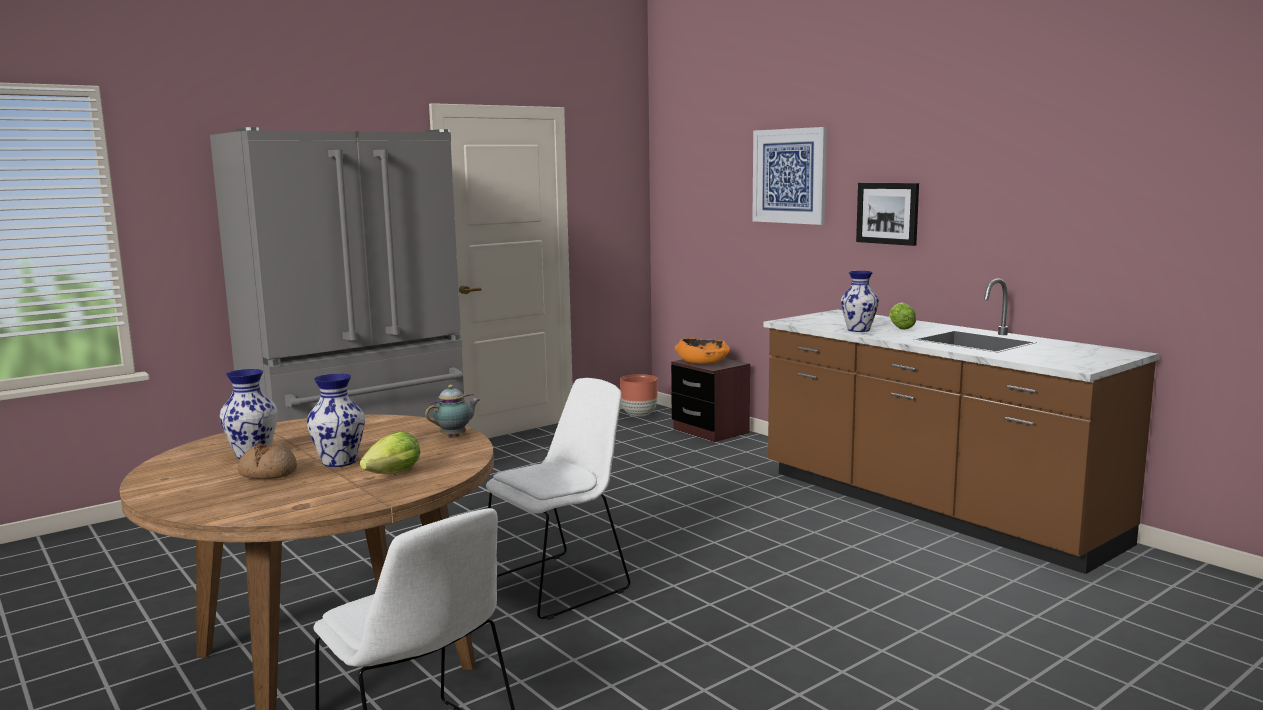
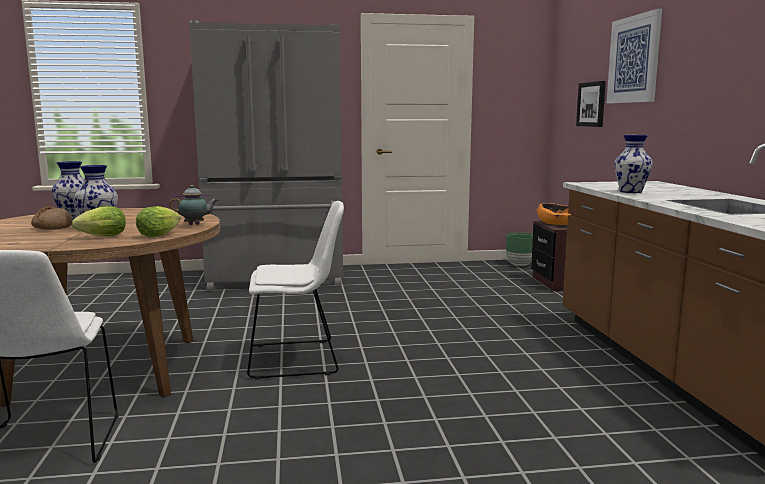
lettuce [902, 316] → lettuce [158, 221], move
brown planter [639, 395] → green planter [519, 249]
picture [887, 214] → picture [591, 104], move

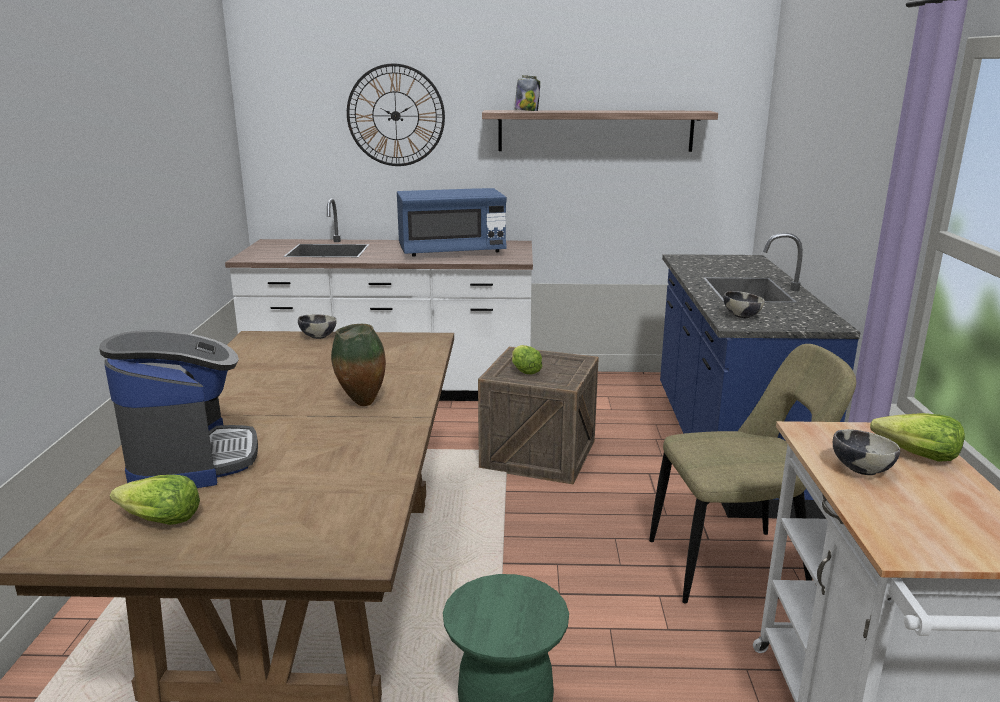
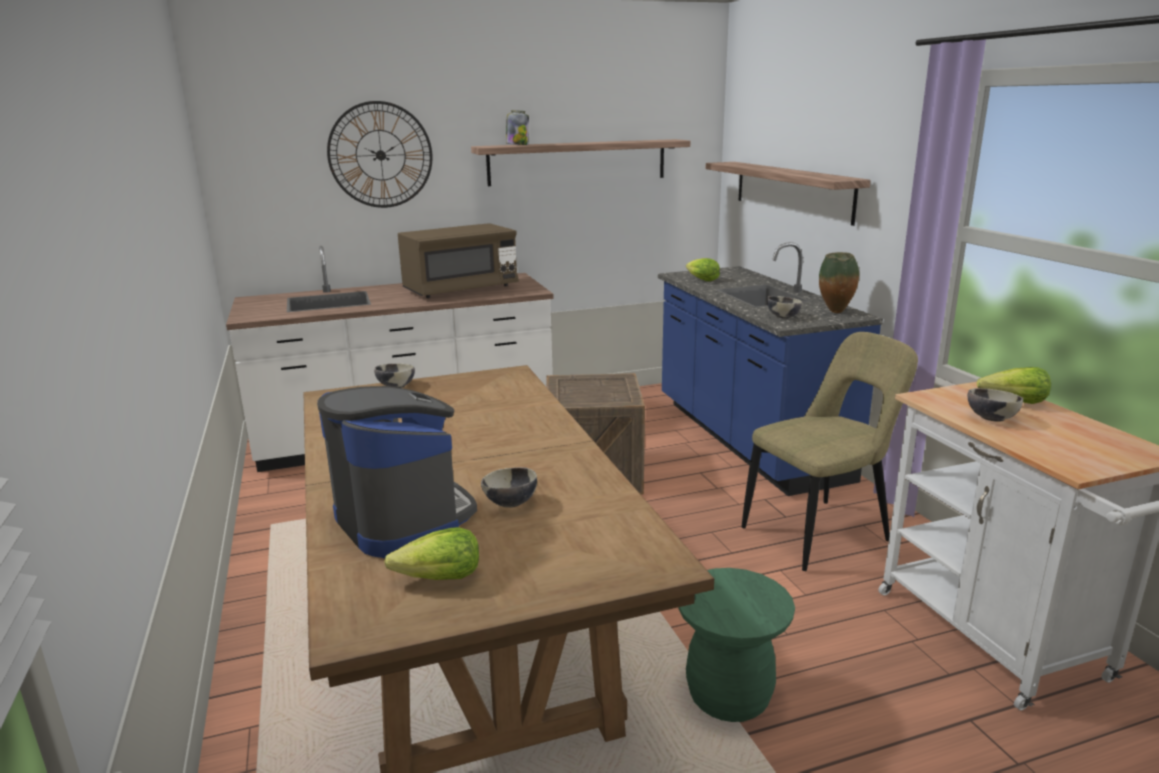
blue microwave [452, 222] → brown microwave [458, 260]
- → bowl [509, 487]
lettuce [527, 359] → lettuce [703, 269], move
- → shelf [788, 194]
vase [358, 365] → vase [839, 282], move

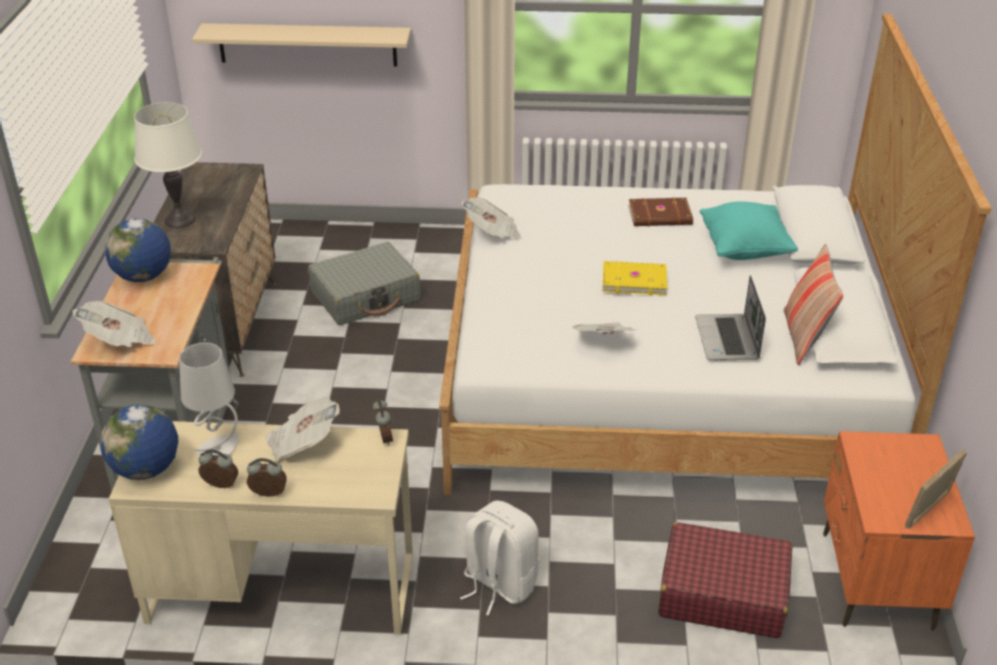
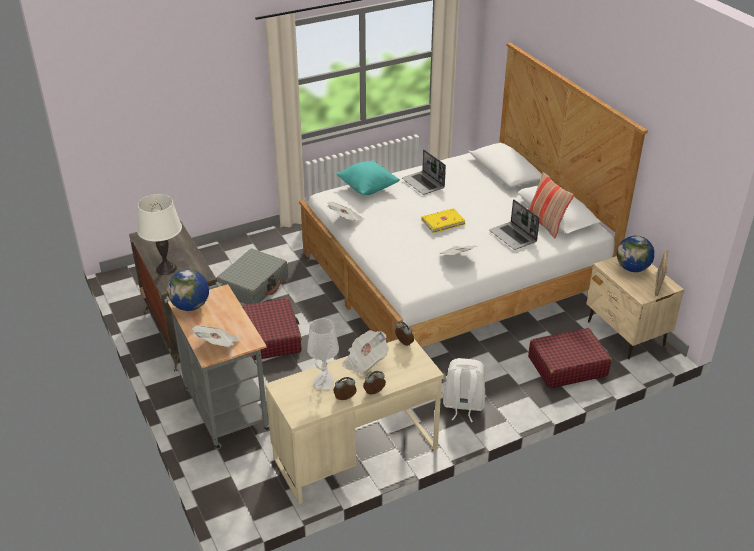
- → red suitcase [272, 329]
turquoise pillow [749, 230] → turquoise pillow [368, 177], move
brown book [660, 212] → laptop [424, 172]
orange nightstand [899, 530] → beige nightstand [635, 307]
globe [139, 442] → globe [635, 254], move
beige shelf [301, 44] → -

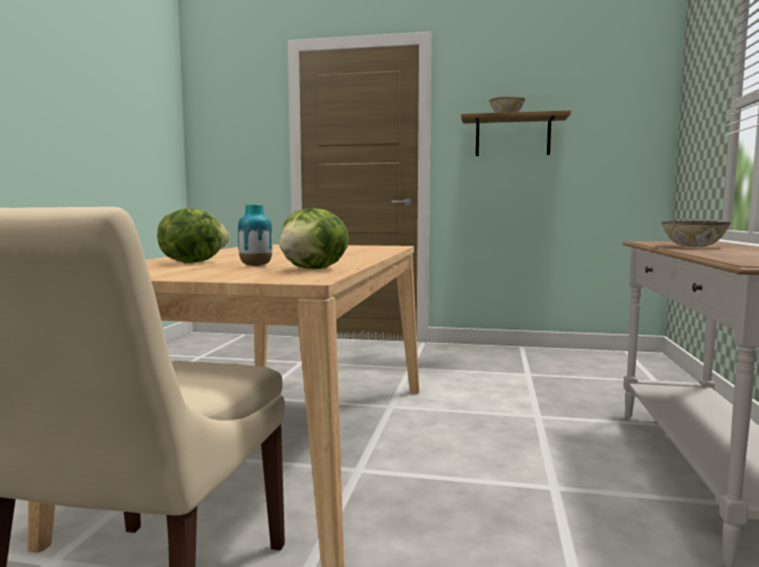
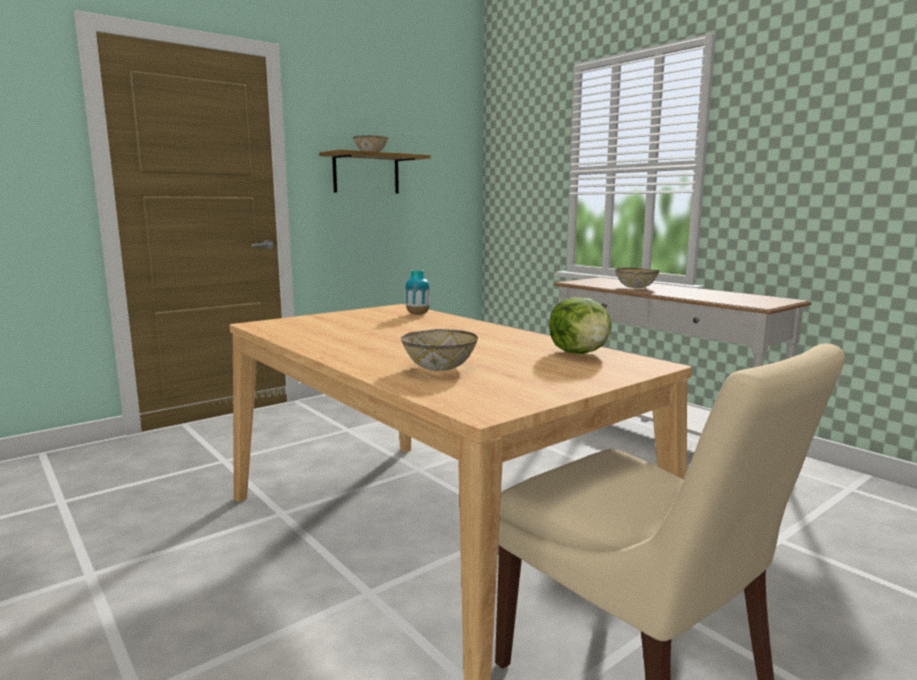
lettuce [193, 235] → bowl [439, 350]
vase [255, 235] → vase [417, 292], move

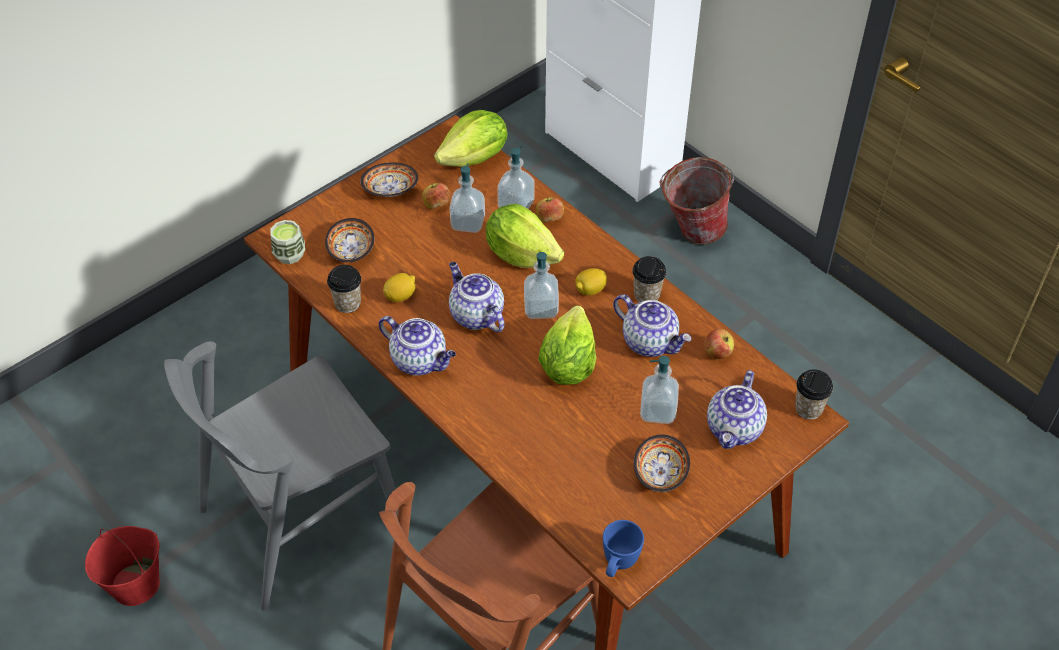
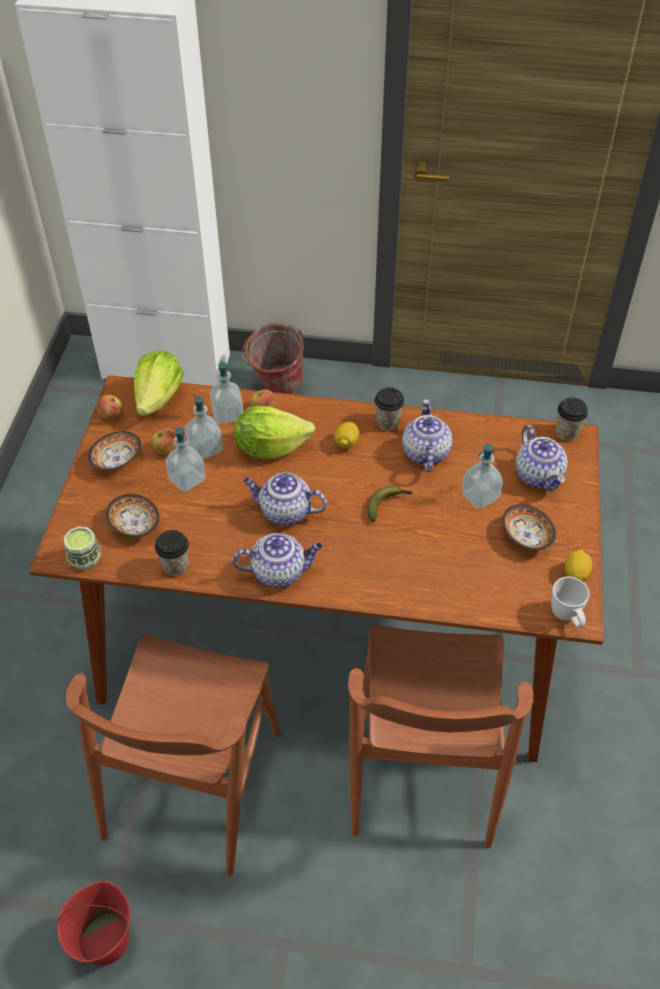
grey chair [281, 476] → brown chair [173, 755]
apple [719, 344] → apple [110, 407], move
soap dispenser [541, 285] → soap dispenser [185, 459], move
lettuce [567, 345] → banana [389, 503]
teapot [652, 325] → teapot [427, 435], 90 degrees counterclockwise
blue mug [623, 548] → white mug [570, 602]
lemon [399, 287] → lemon [578, 565], move

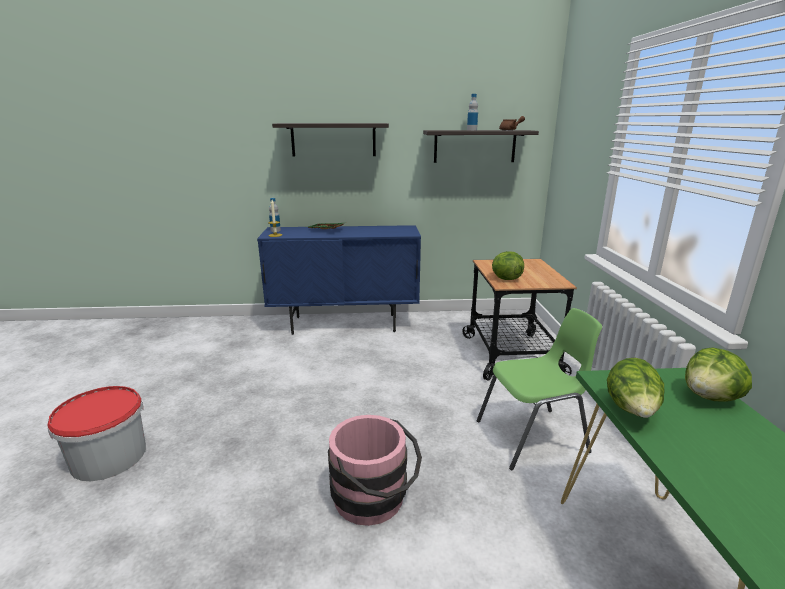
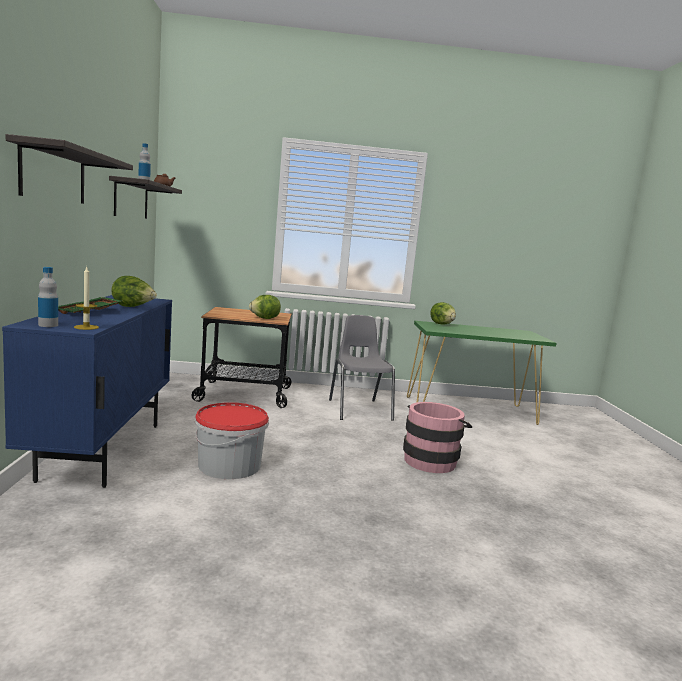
lettuce [635, 388] → lettuce [134, 291], move
bucket [96, 433] → bucket [232, 440], move
green chair [539, 389] → grey chair [362, 368]

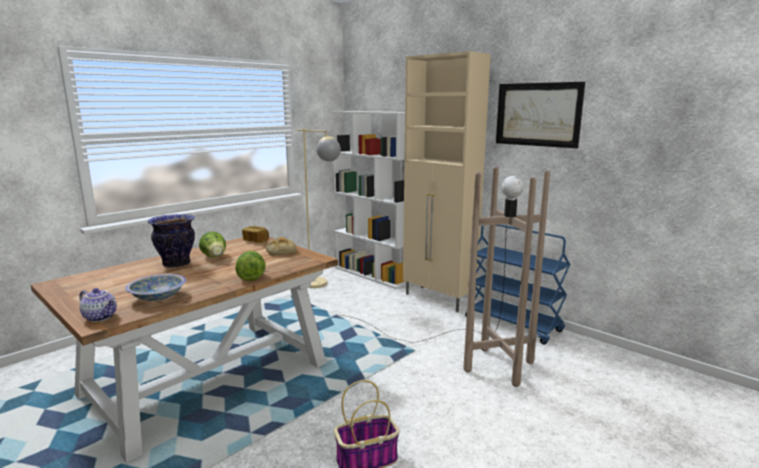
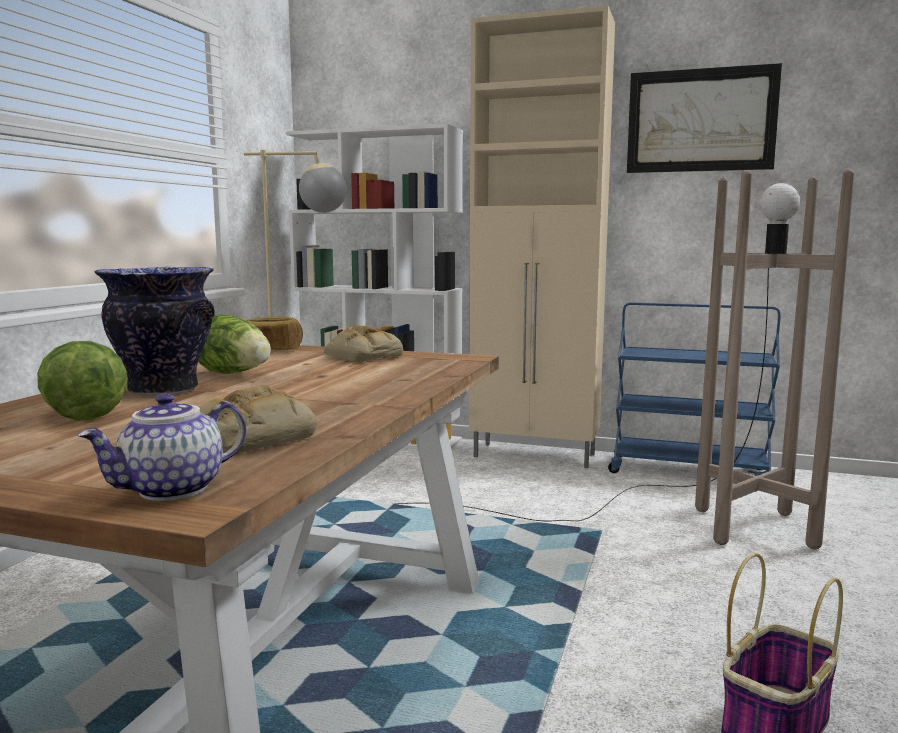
lettuce [250, 266] → lettuce [82, 381], move
teapot [98, 305] → teapot [161, 447], 135 degrees clockwise
bowl [155, 287] → bread [258, 419]

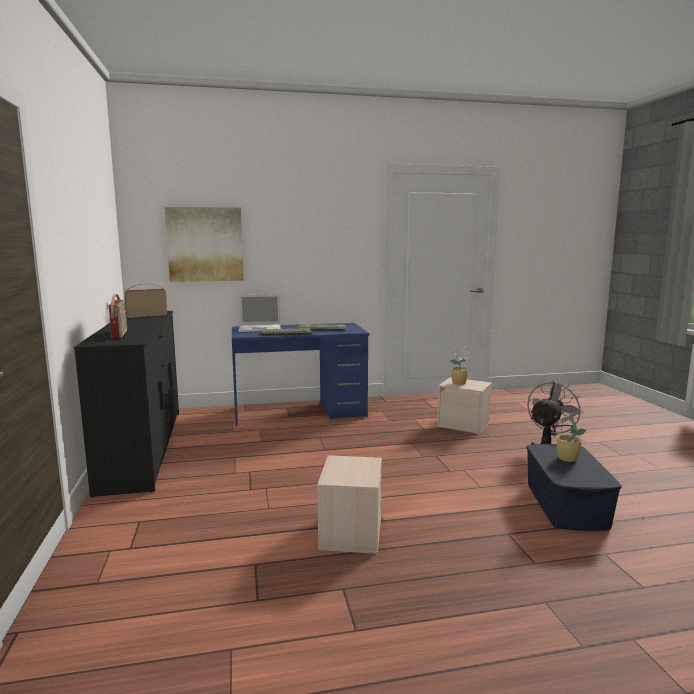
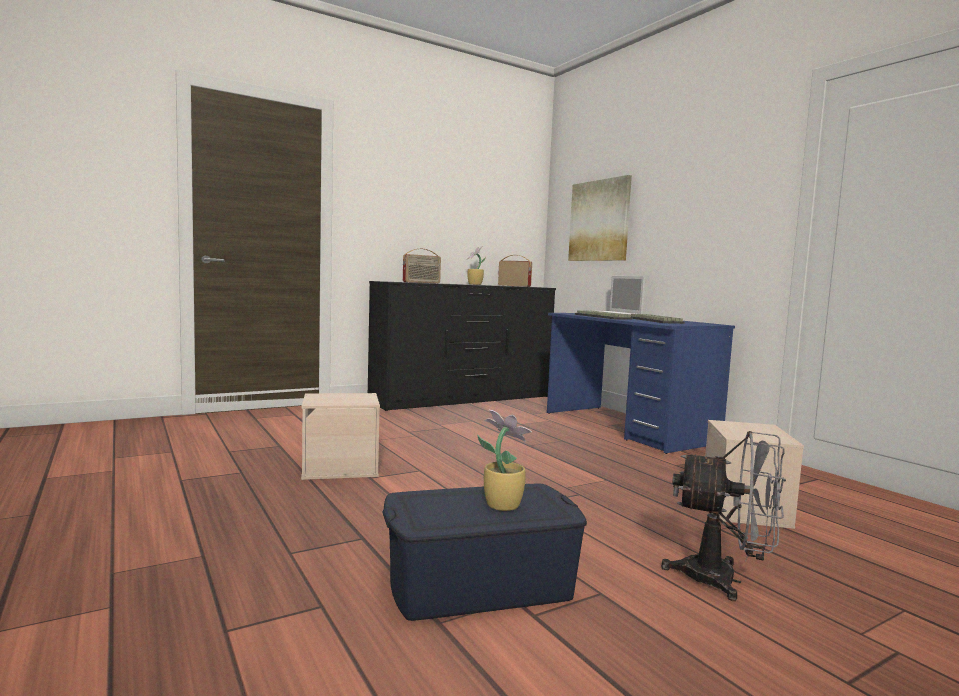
potted plant [460, 365] → potted plant [476, 265], move

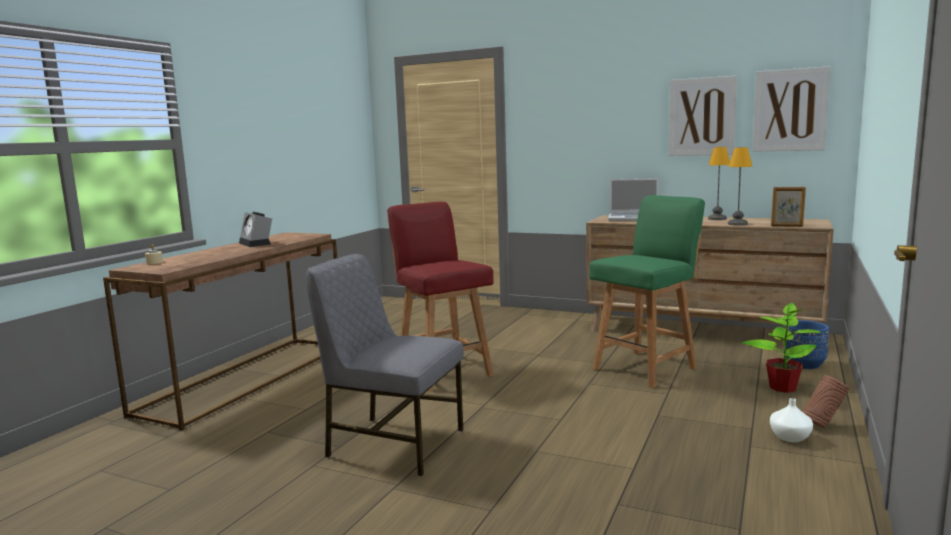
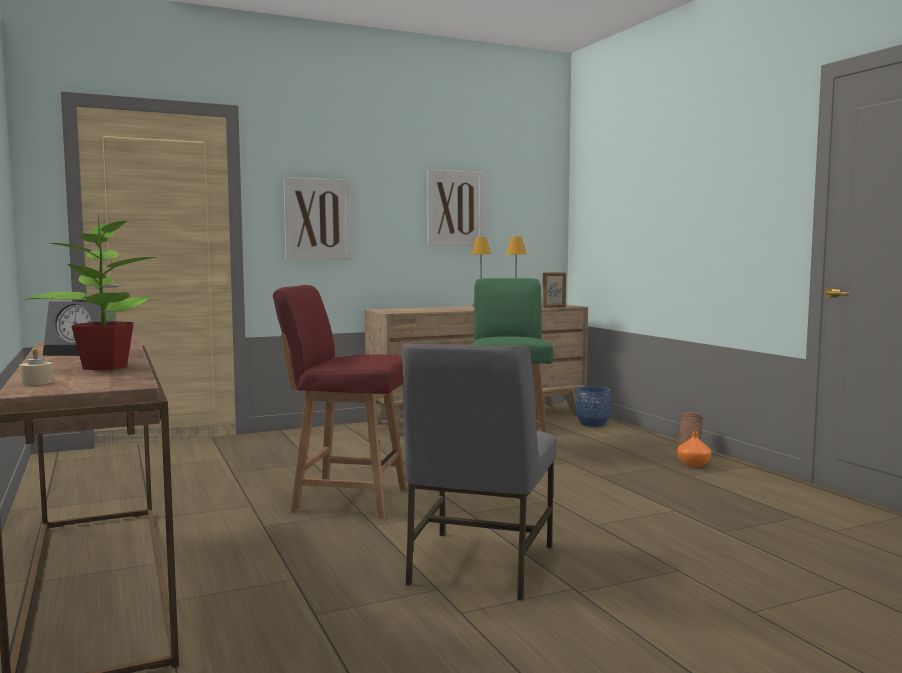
potted plant [781, 347] → potted plant [89, 292], move
picture [791, 109] → picture [317, 218], move
grey chair [385, 365] → grey chair [479, 471], 45 degrees counterclockwise
white vase [791, 420] → orange vase [694, 449]
laptop [633, 199] → -

